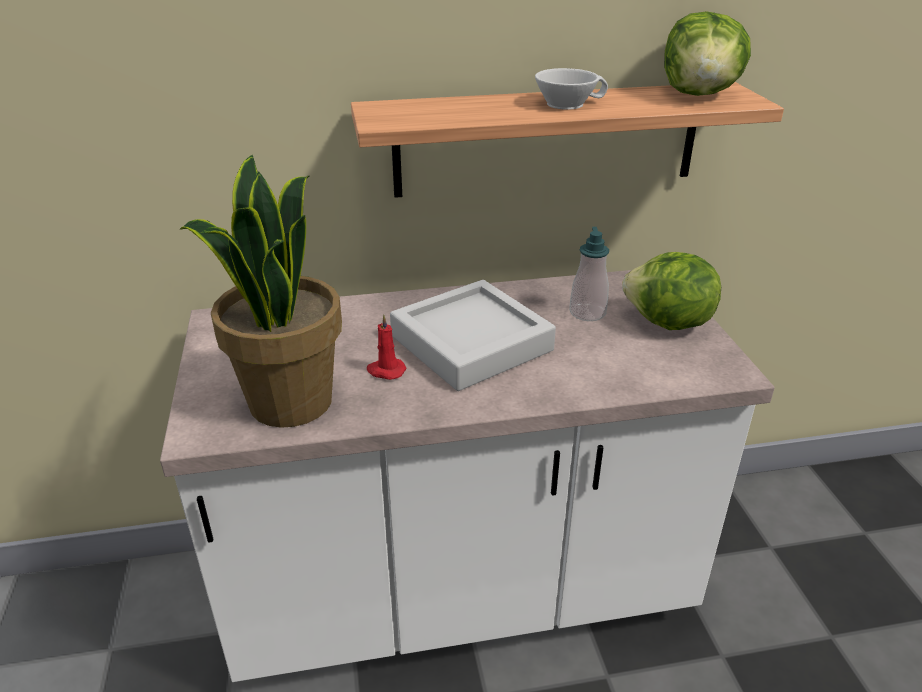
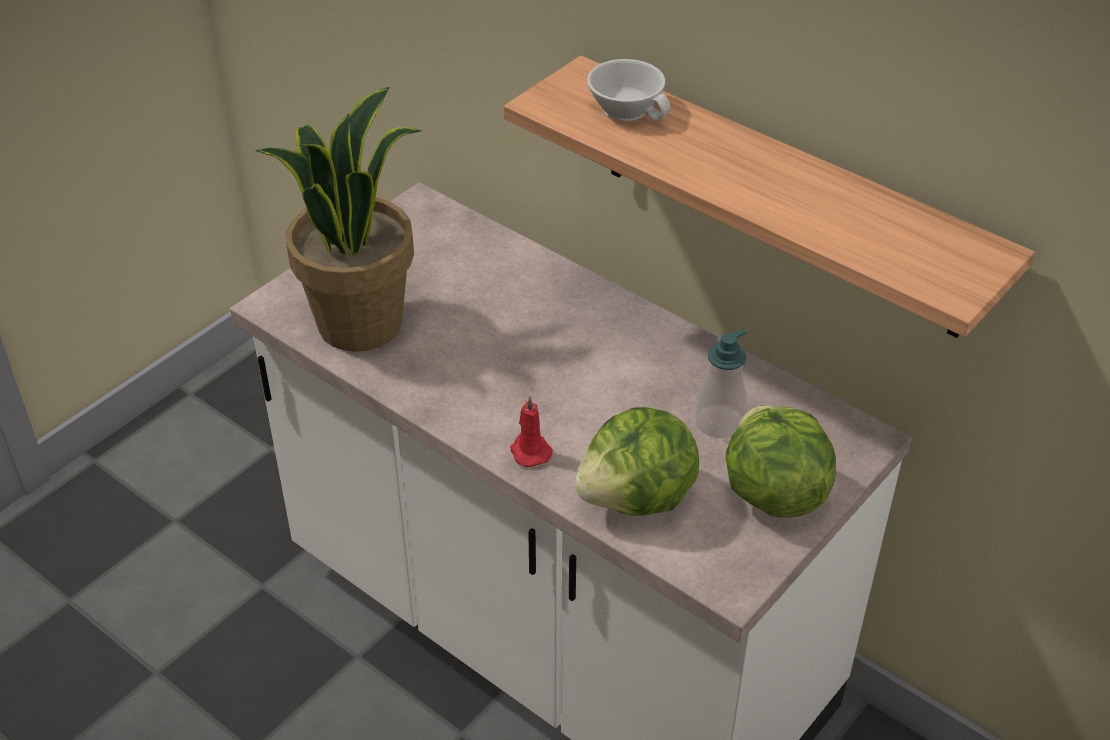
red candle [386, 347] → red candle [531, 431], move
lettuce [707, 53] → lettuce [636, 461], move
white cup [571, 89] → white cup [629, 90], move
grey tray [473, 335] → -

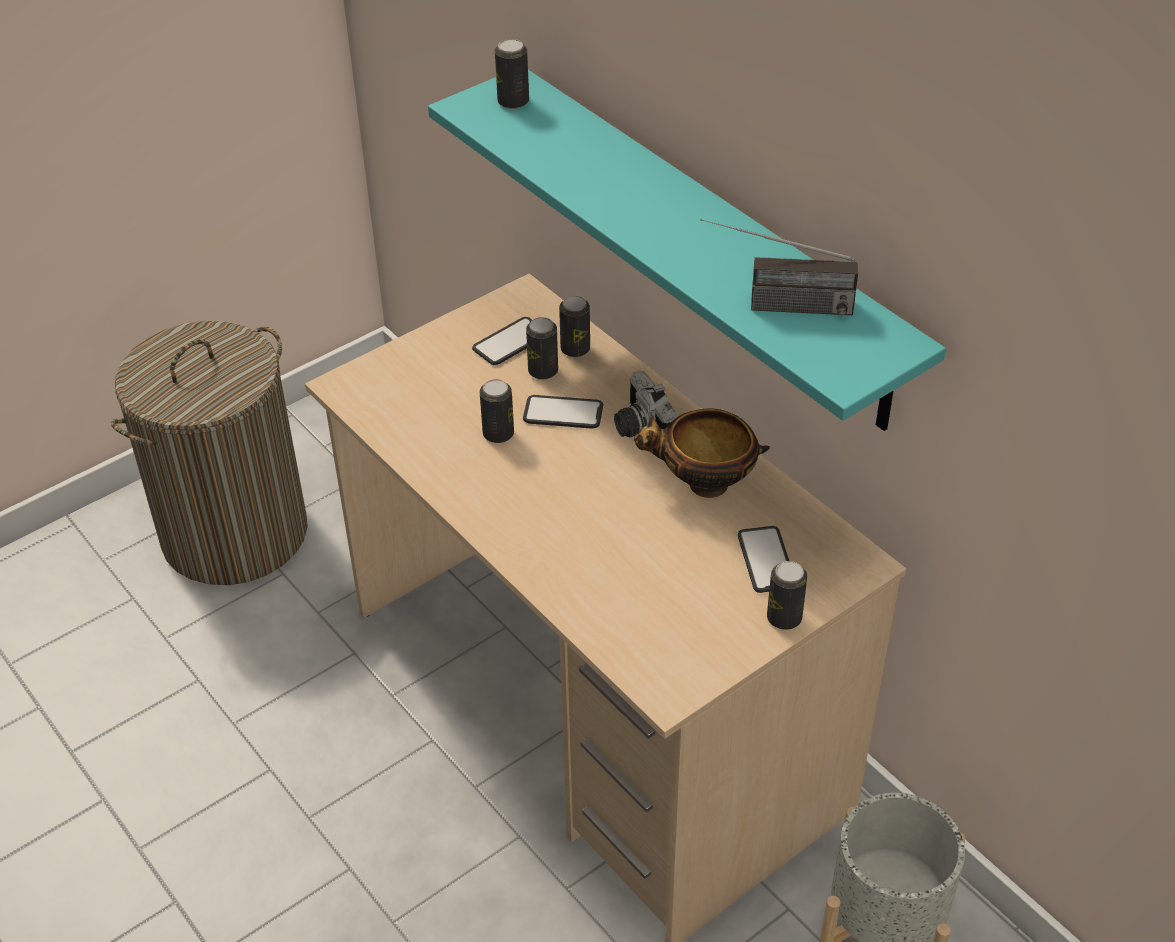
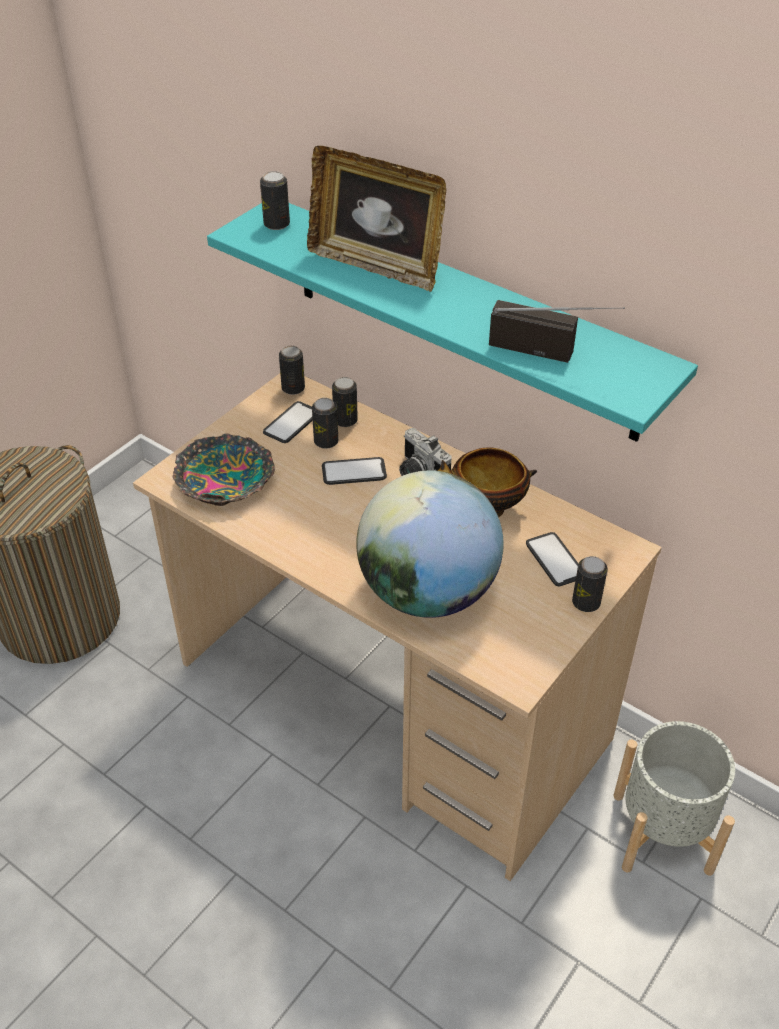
- → bowl [224, 469]
can [497, 411] → can [292, 370], move
- → picture frame [376, 219]
- → globe [430, 544]
radio [779, 267] → radio [557, 331], 150 degrees counterclockwise

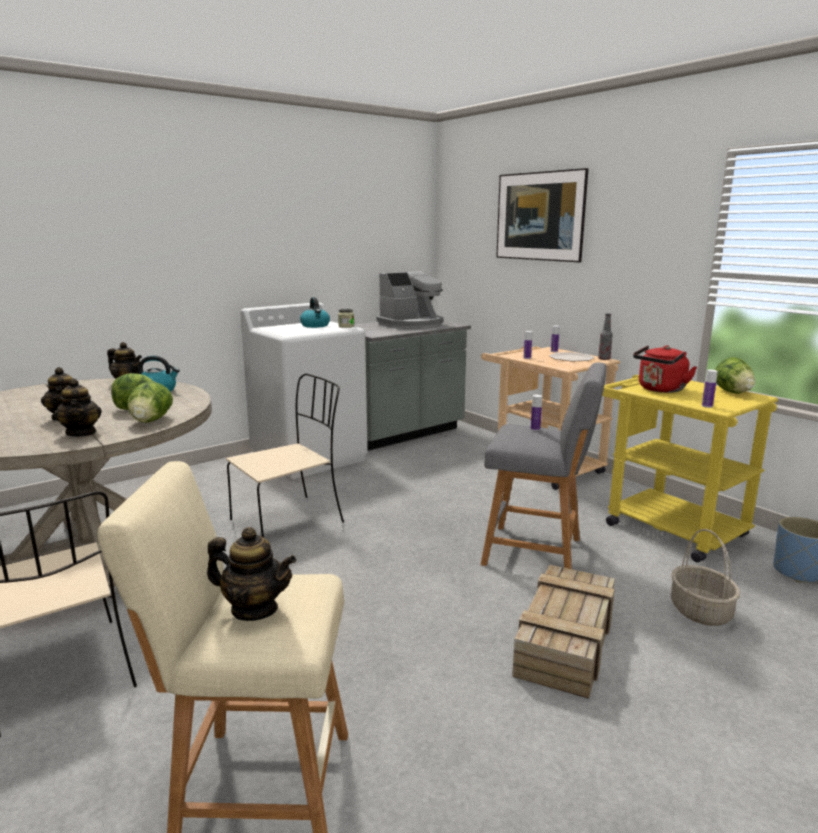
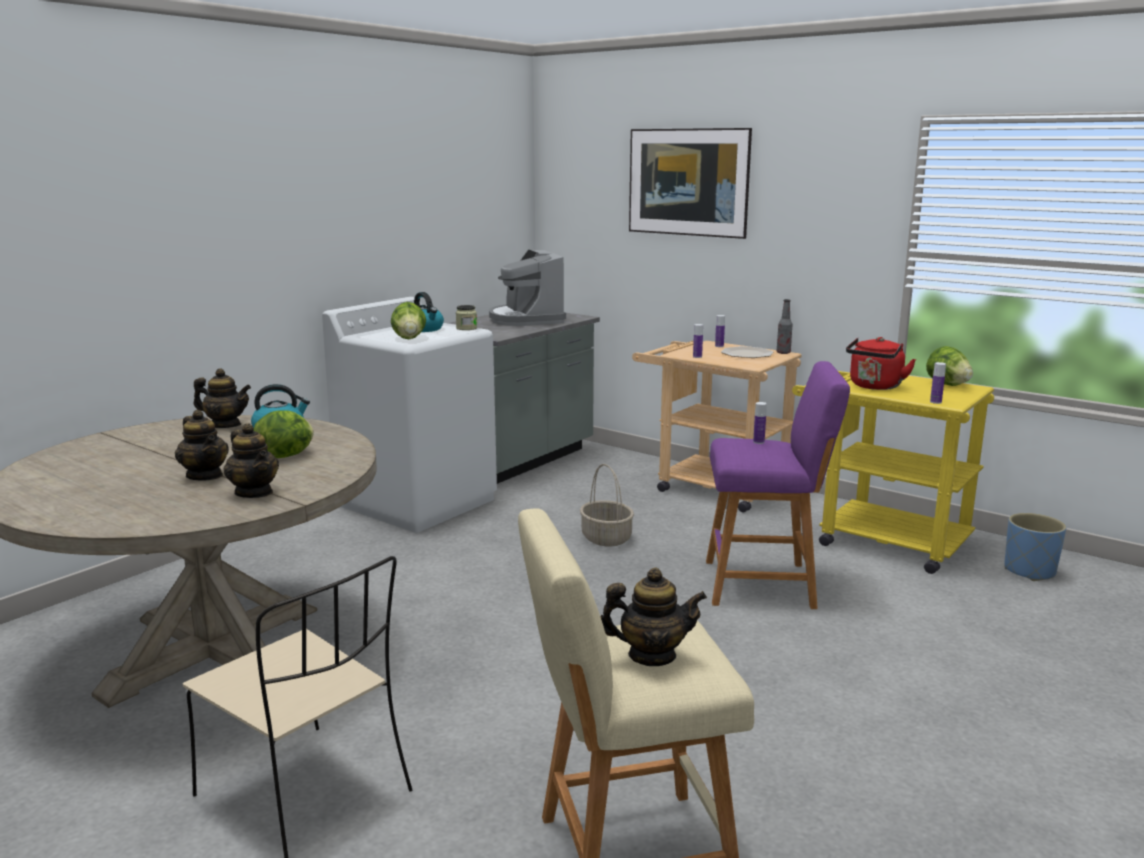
lettuce [150, 402] → lettuce [408, 320], move
coffee machine [410, 300] → coffee machine [527, 288], 120 degrees clockwise
basket [705, 577] → basket [607, 505], move
grey stool [544, 465] → purple stool [778, 485]
beige chair [285, 456] → -
crate [563, 632] → -

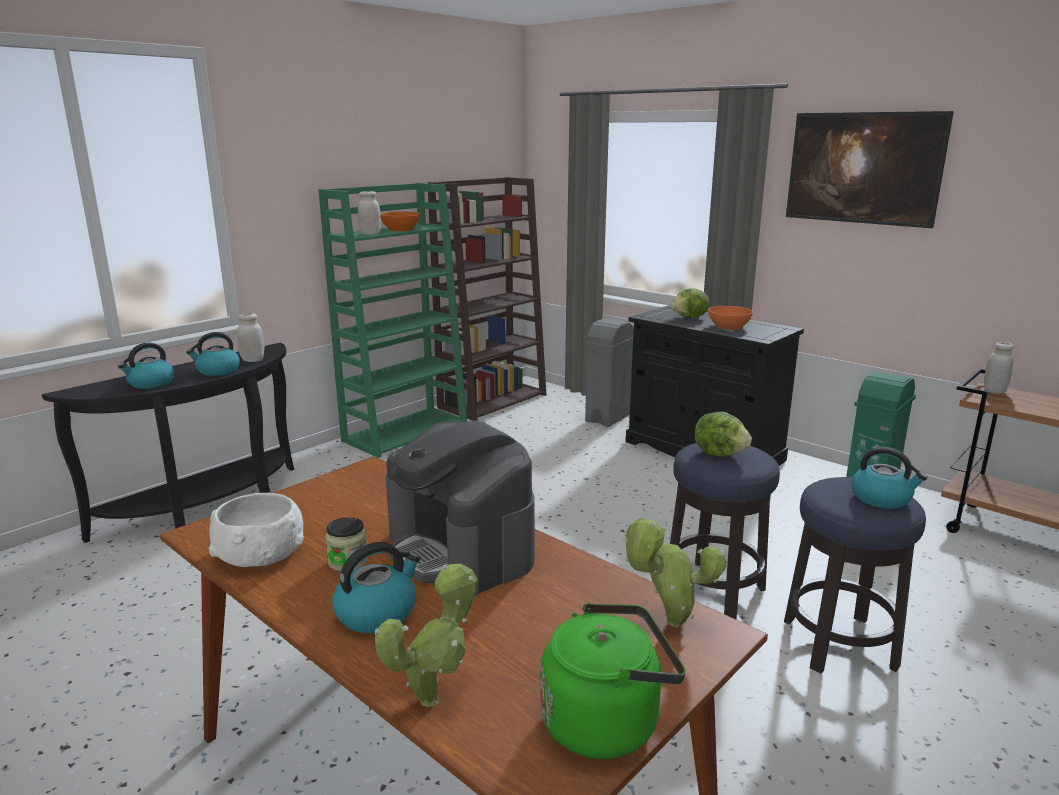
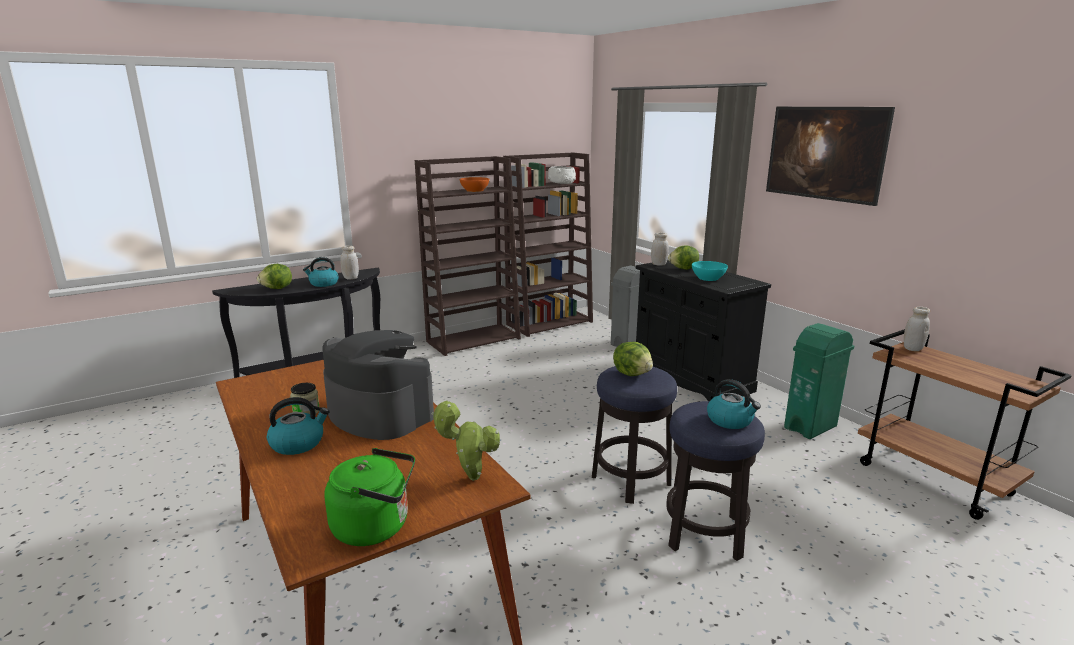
kettle [146, 365] → lettuce [274, 276]
coffee machine [460, 508] → coffee machine [378, 385], 150 degrees clockwise
green bookcase [392, 320] → brown bookcase [468, 256]
white bowl [256, 530] → white bowl [562, 175], move
white jar [369, 213] → white jar [660, 249], move
orange bowl [730, 318] → turquoise bowl [710, 271]
potted plant [426, 635] → -

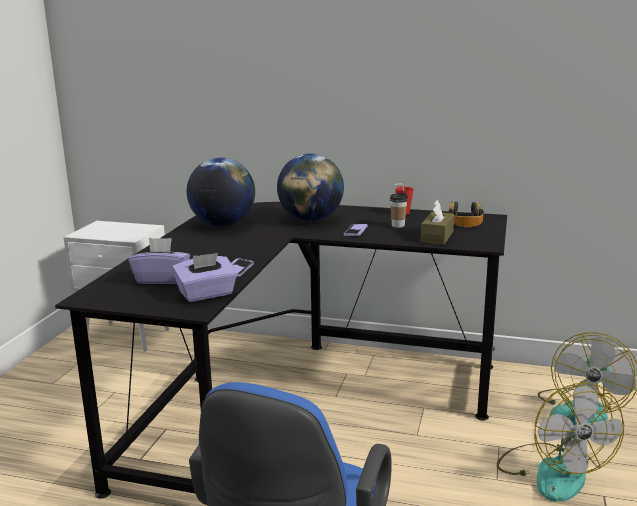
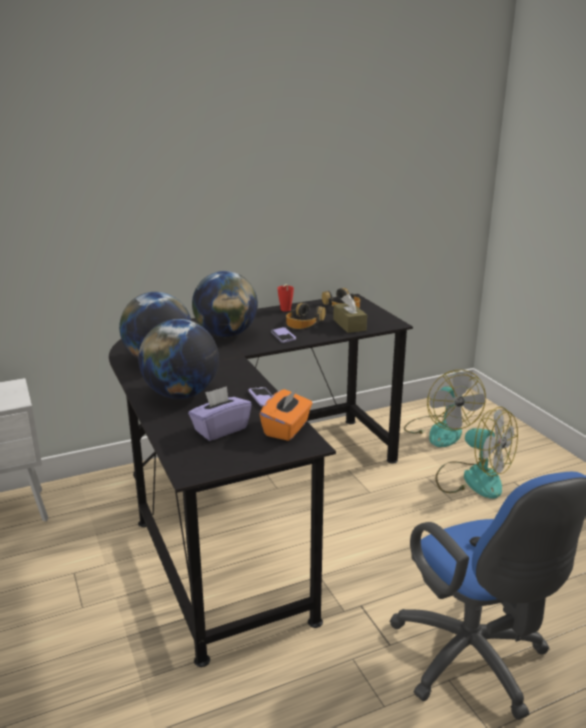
- → globe [178, 359]
purple tissue box [204, 277] → orange tissue box [286, 414]
cup [399, 210] → headphones [306, 316]

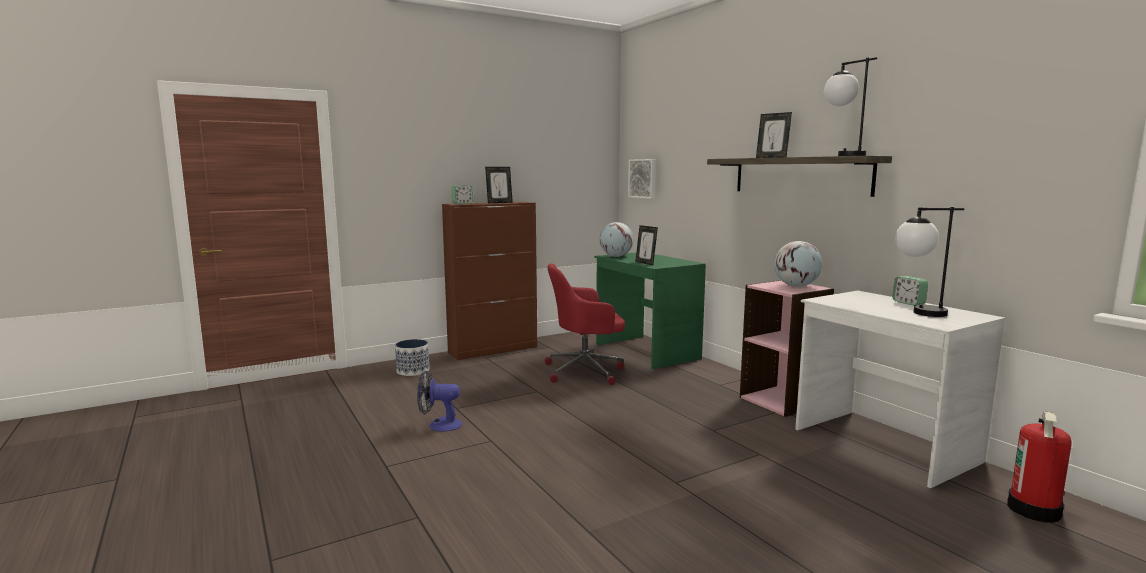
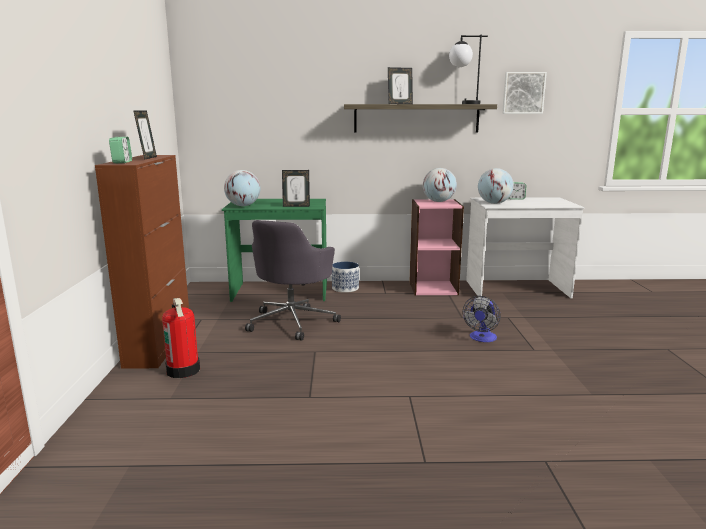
fire extinguisher [1039, 467] → fire extinguisher [181, 338], move
red office chair [584, 324] → grey office chair [293, 280]
planter [412, 357] → planter [345, 277], move
fan [439, 401] → fan [481, 319], move
- → globe [496, 186]
picture [642, 179] → picture [524, 93], move
table lamp [929, 262] → -

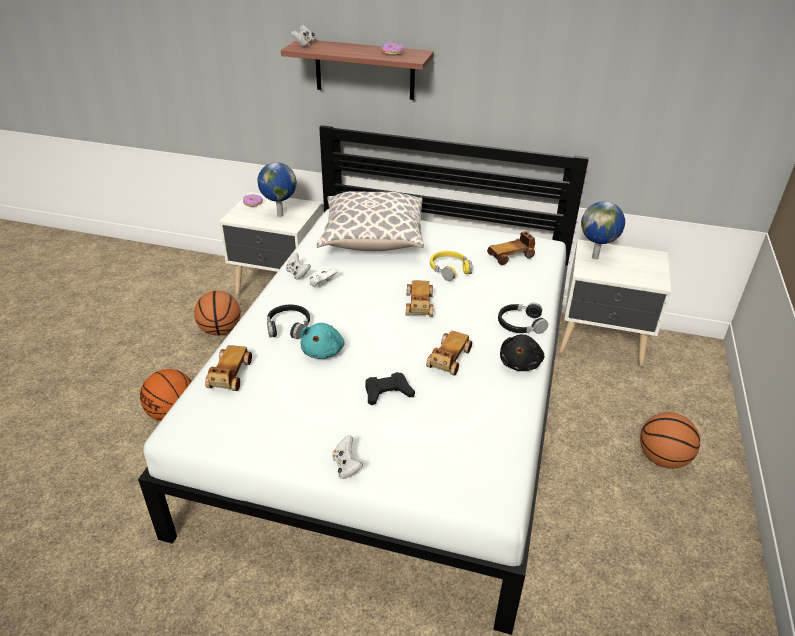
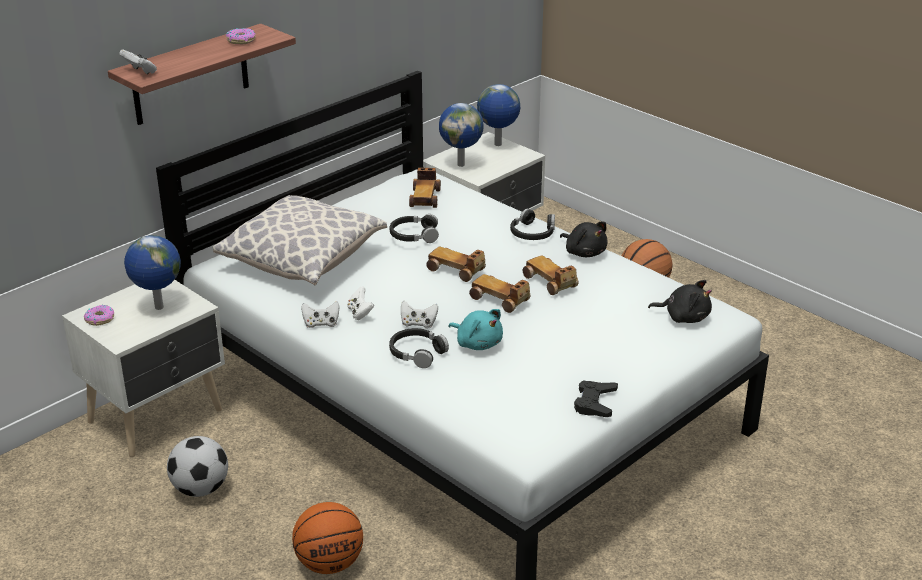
basketball [217, 313] → football [197, 466]
yellow headphones [451, 266] → black headphones [414, 228]
white game controller [347, 457] → white game controller [419, 315], move
toy car [228, 368] → toy car [500, 293], move
- → globe [498, 115]
black game controller [390, 388] → black game controller [596, 398], move
- → black plush toy [680, 301]

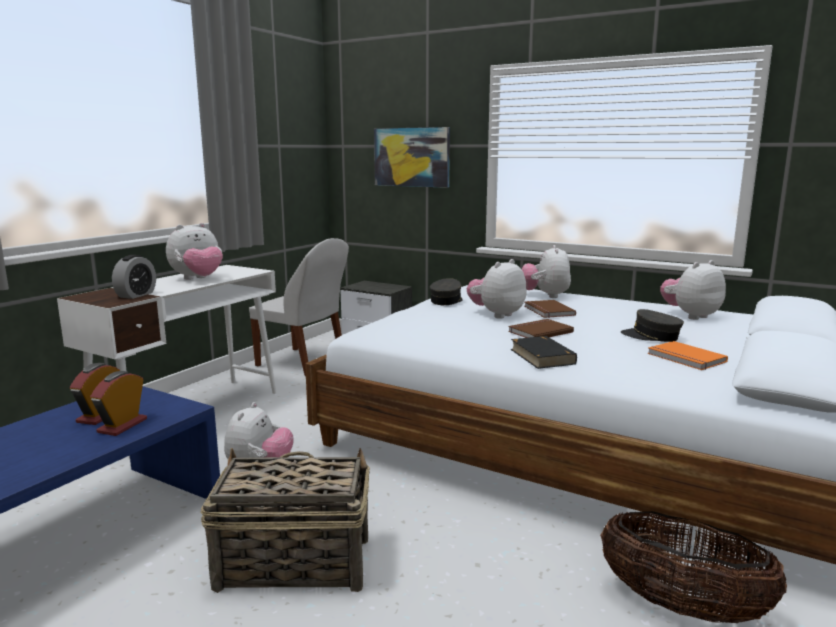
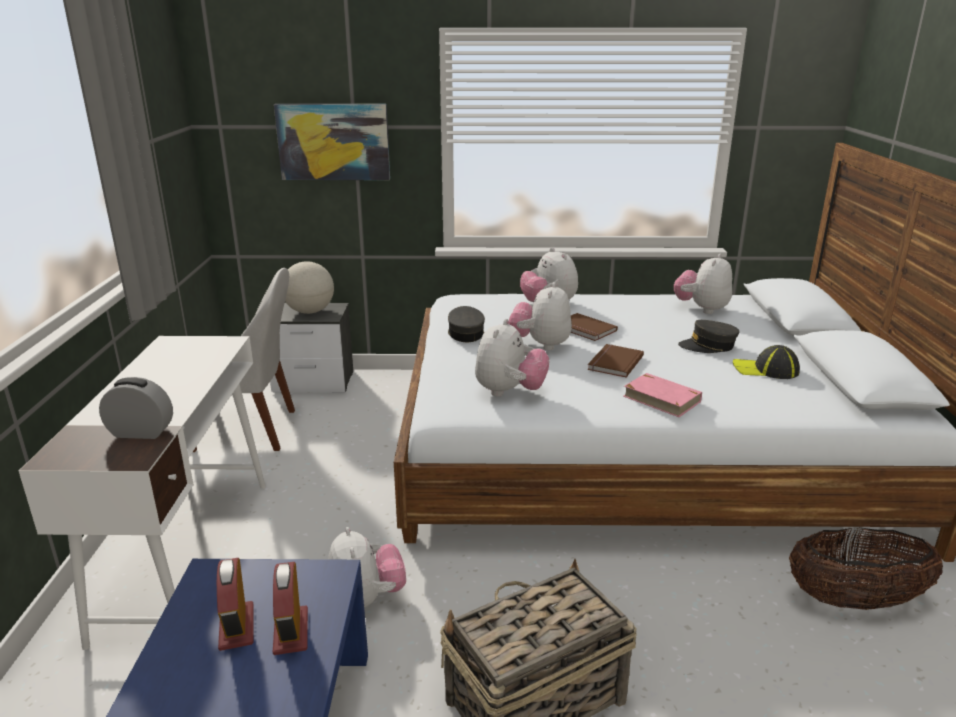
alarm clock [134, 277] → alarm clock [136, 408], 75 degrees counterclockwise
- → globe [309, 287]
plush toy [194, 251] → plush toy [512, 358], move
black book [544, 352] → pink book [662, 395]
orange book [688, 355] → cap [766, 362]

